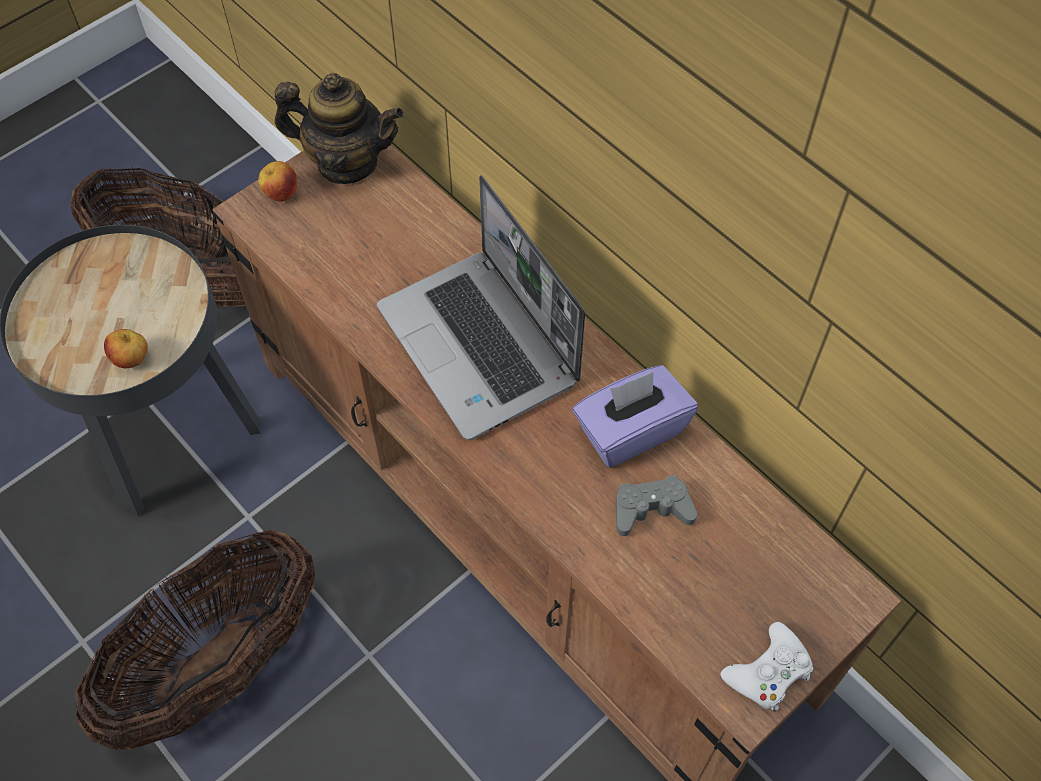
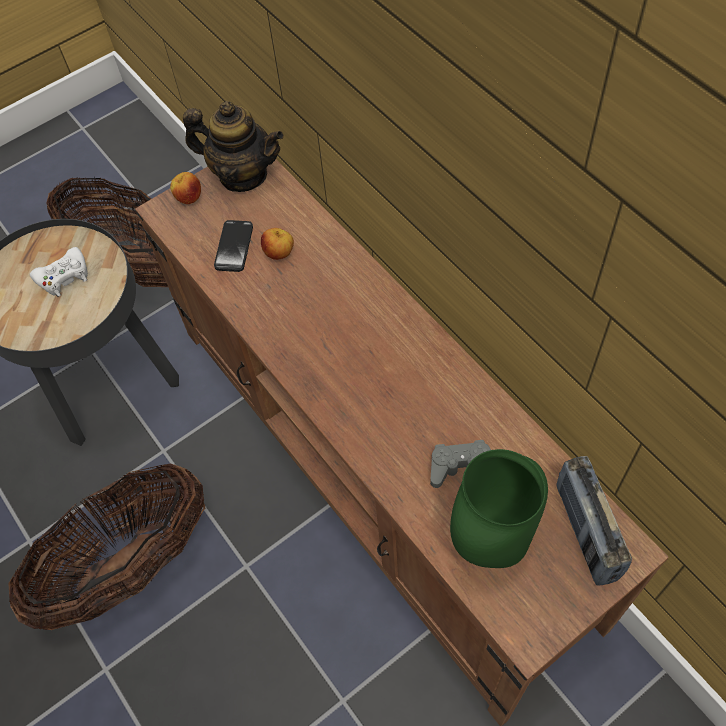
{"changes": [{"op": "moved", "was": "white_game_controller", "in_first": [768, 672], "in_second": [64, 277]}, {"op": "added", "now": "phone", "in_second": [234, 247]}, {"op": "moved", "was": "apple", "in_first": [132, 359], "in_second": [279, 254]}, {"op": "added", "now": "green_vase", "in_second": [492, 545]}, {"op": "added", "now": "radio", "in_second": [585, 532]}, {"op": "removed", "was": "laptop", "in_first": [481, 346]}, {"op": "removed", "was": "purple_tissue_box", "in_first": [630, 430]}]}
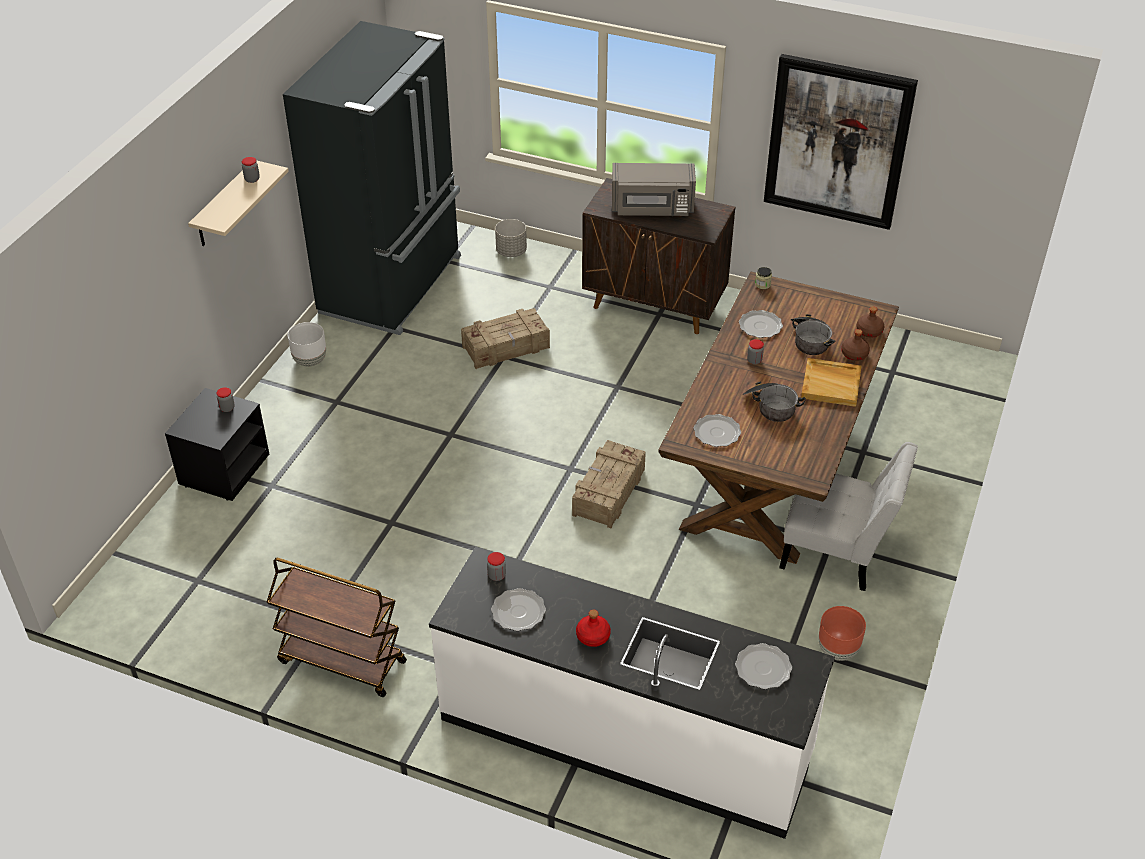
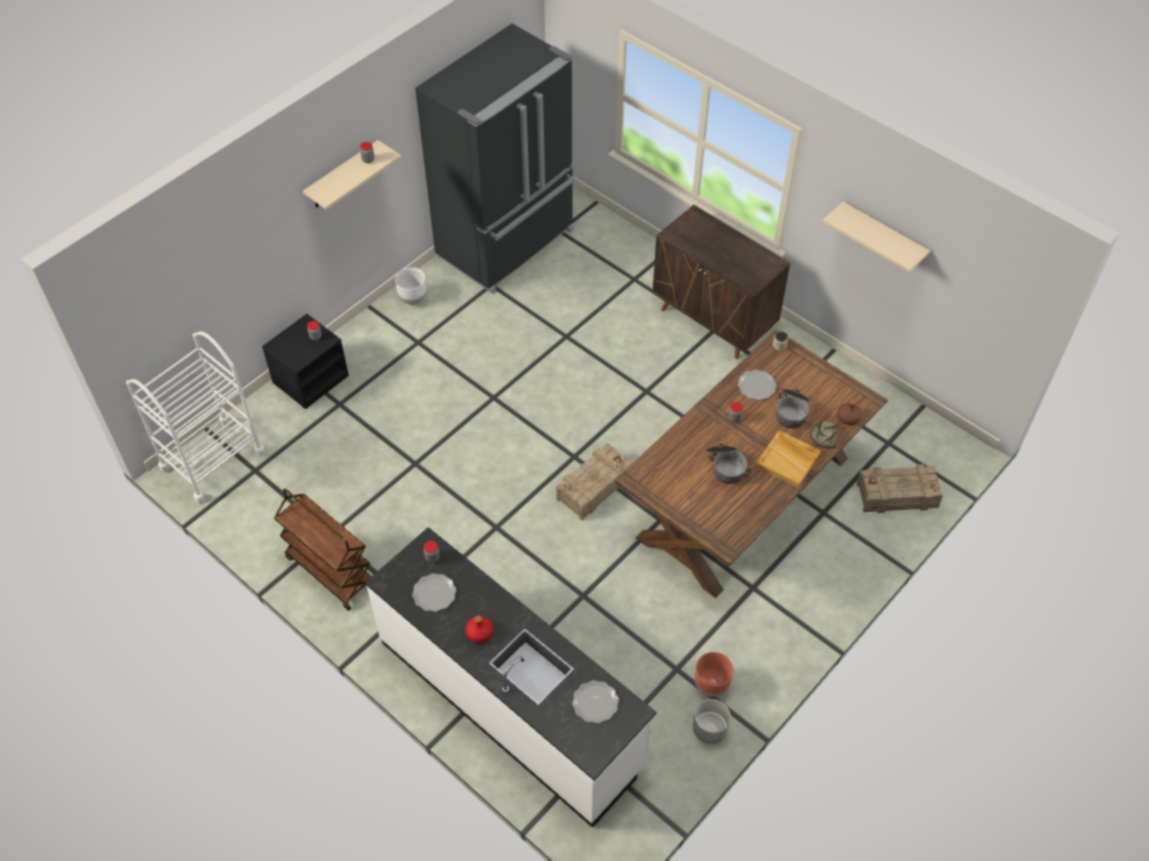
{"changes": [{"op": "added", "now": "white_cart", "in_second": [213, 460]}, {"op": "moved", "was": "grey_planter", "in_first": [511, 252], "in_second": [709, 730]}, {"op": "replaced", "was": "brown_bottle", "now": "bread", "in_first": [854, 354], "in_second": [823, 436]}, {"op": "replaced", "was": "picture", "now": "beige_shelf", "in_first": [837, 142], "in_second": [883, 236]}, {"op": "moved", "was": "crate", "in_first": [506, 347], "in_second": [897, 496]}, {"op": "removed", "was": "grey_microwave", "in_first": [652, 208]}, {"op": "removed", "was": "plate", "in_first": [716, 432]}, {"op": "removed", "was": "white_chair", "in_first": [838, 552]}]}
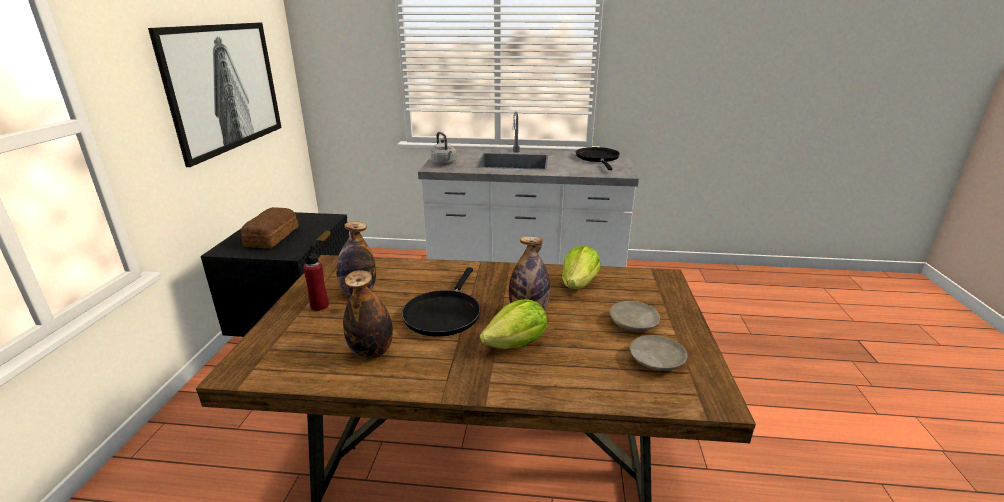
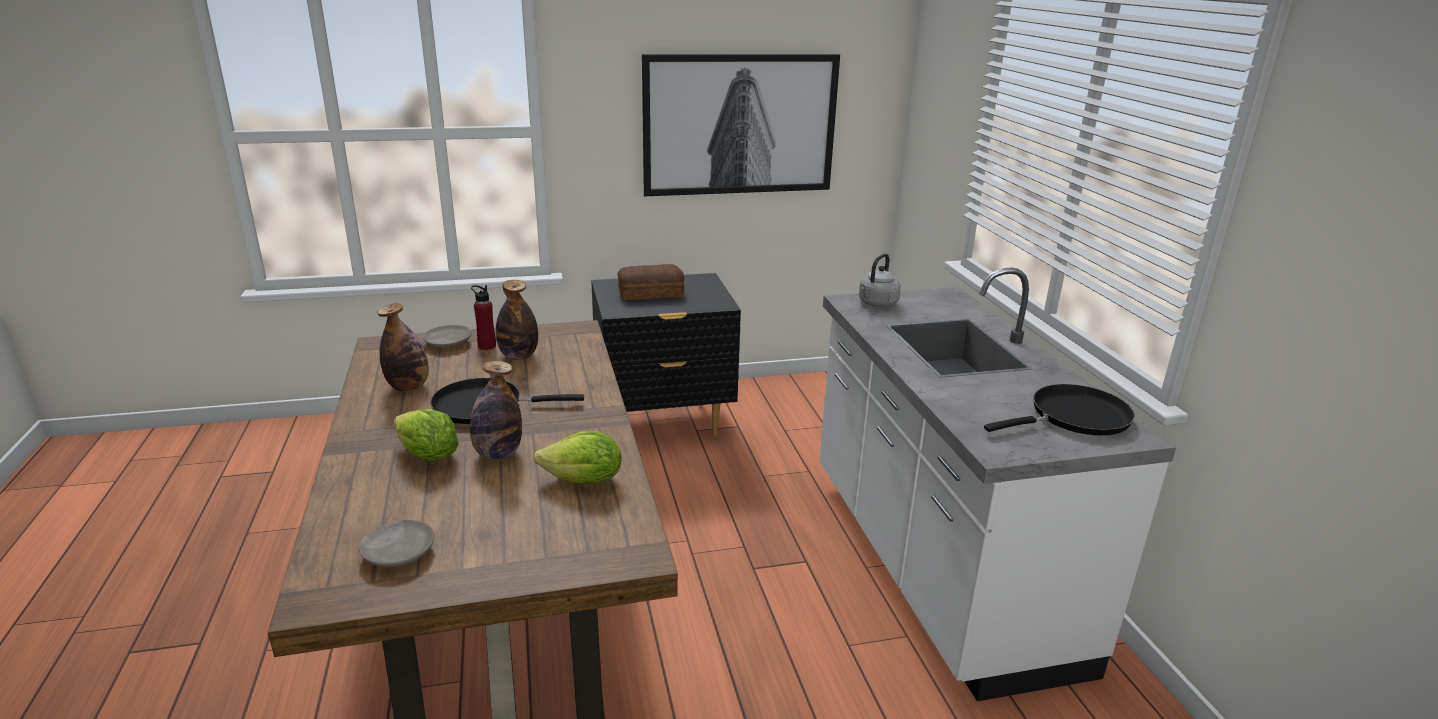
{"changes": [{"op": "moved", "was": "beige_plate", "in_first": [633, 323], "in_second": [448, 343]}]}
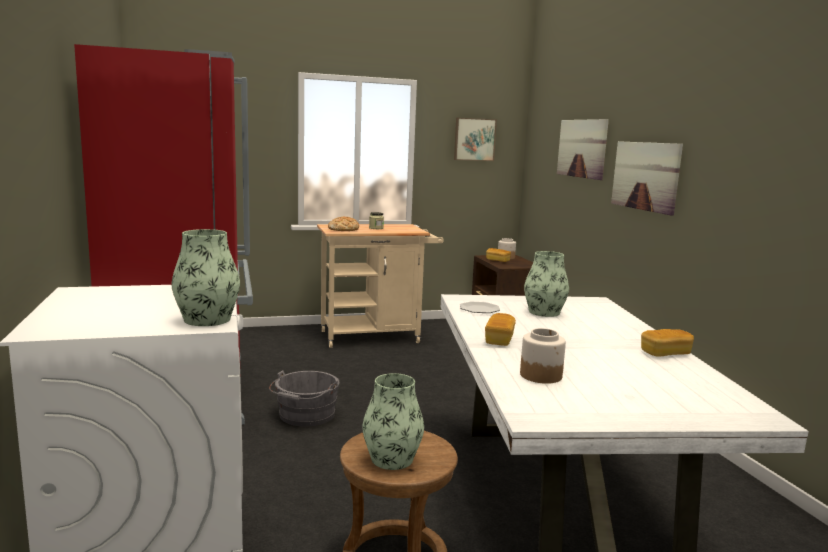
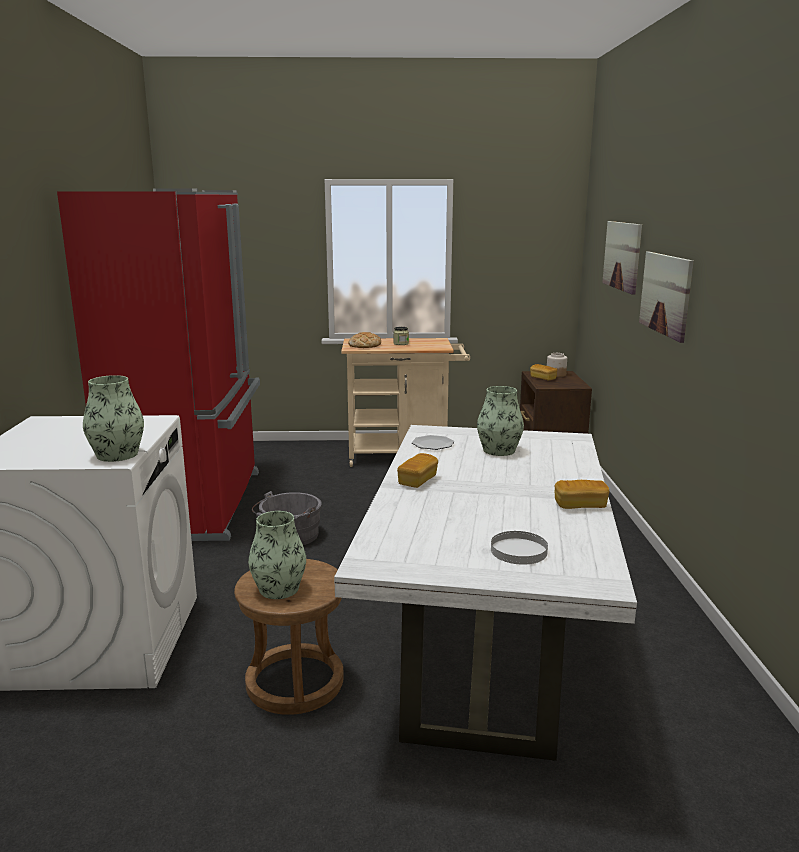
{"changes": [{"op": "added", "now": "white_plate", "in_second": [518, 551]}, {"op": "removed", "was": "picture", "in_first": [474, 139]}, {"op": "removed", "was": "jar", "in_first": [541, 375]}]}
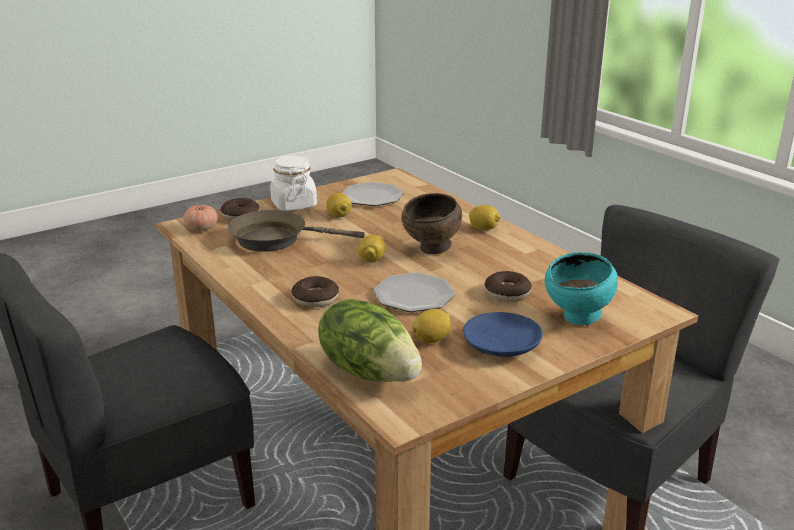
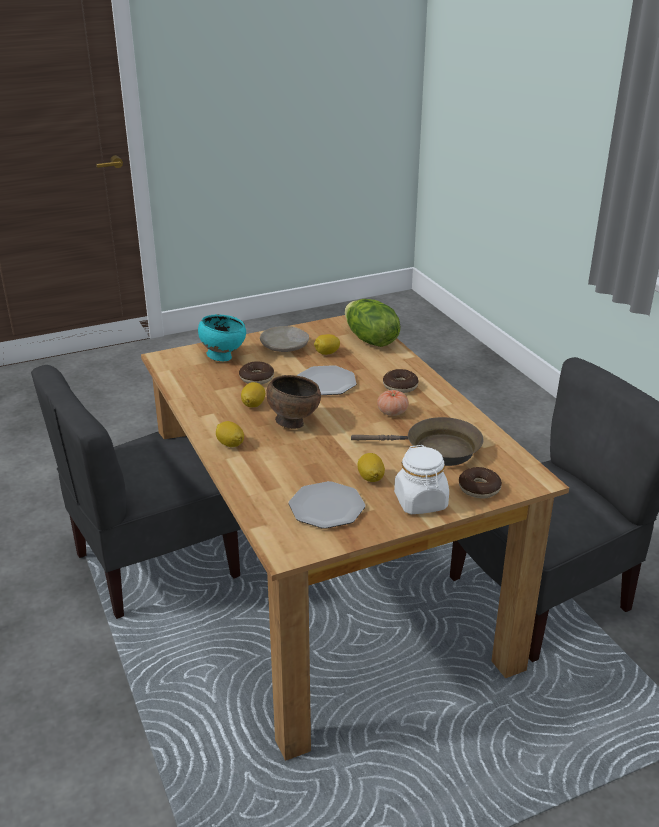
{"changes": [{"op": "moved", "was": "lemon", "in_first": [371, 260], "in_second": [253, 404]}, {"op": "recoloured", "was": "blue_plate", "now": "beige_plate", "in_first": [501, 345], "in_second": [285, 346]}, {"op": "moved", "was": "tomato", "in_first": [201, 228], "in_second": [392, 412]}]}
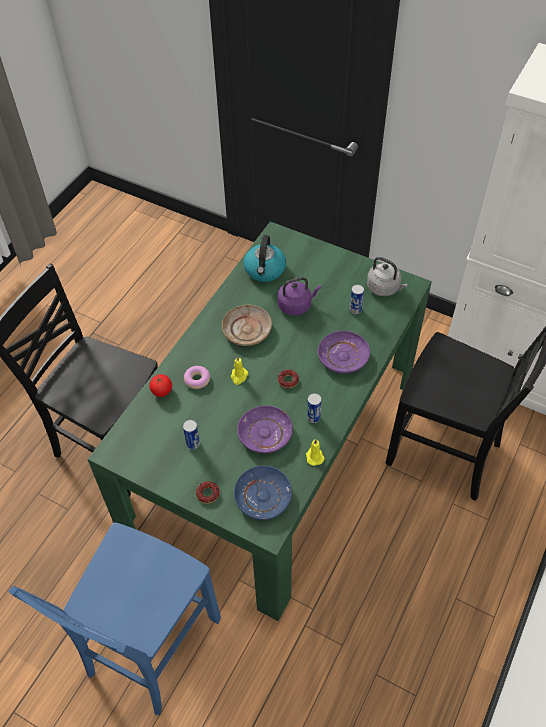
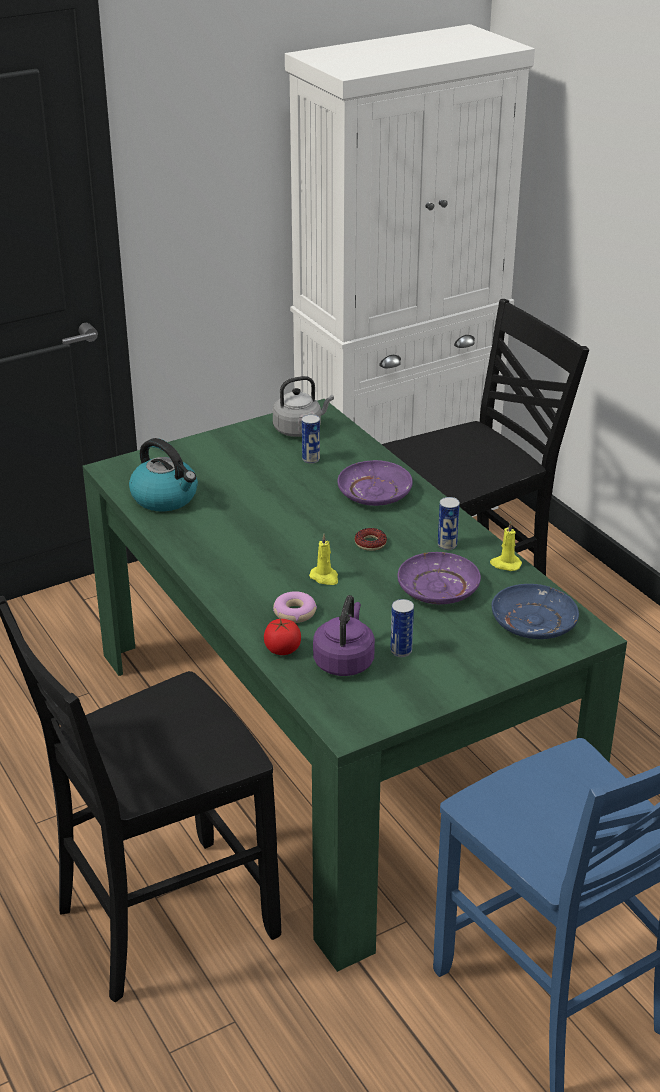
{"changes": [{"op": "moved", "was": "purple_kettle", "in_first": [296, 305], "in_second": [344, 661]}, {"op": "removed", "was": "donut", "in_first": [208, 494]}, {"op": "removed", "was": "beige_plate", "in_first": [247, 330]}]}
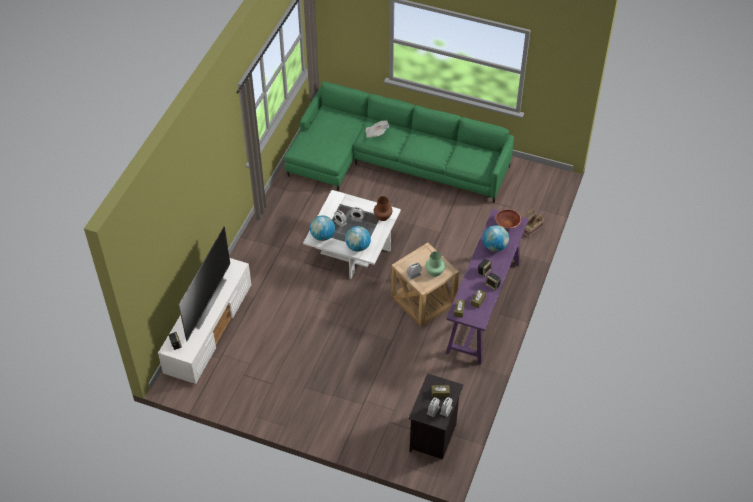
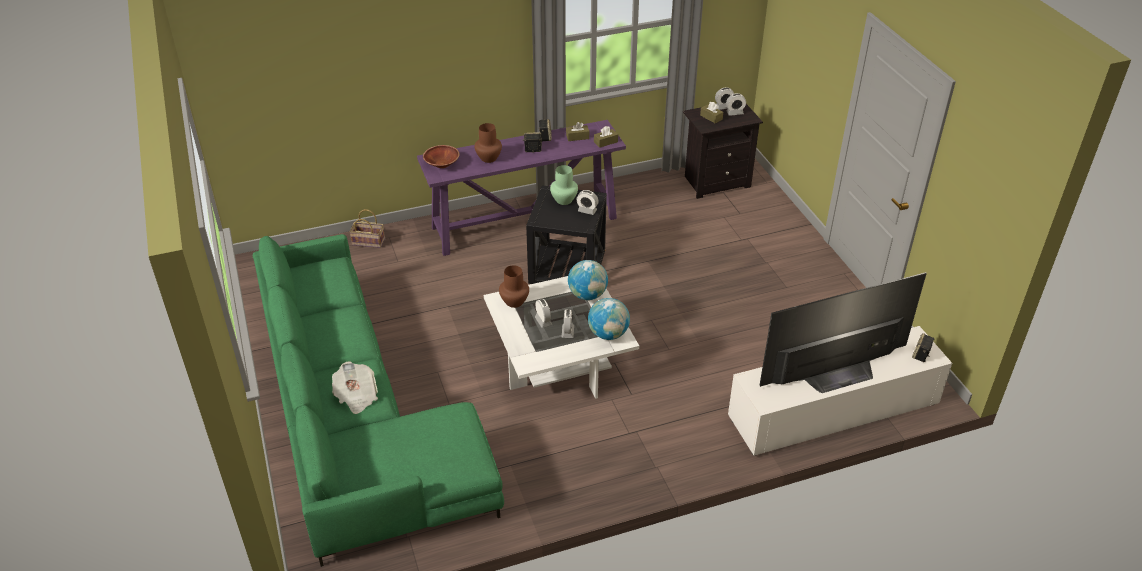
{"changes": [{"op": "replaced", "was": "globe", "now": "brown_vase", "in_first": [494, 246], "in_second": [488, 158]}, {"op": "recoloured", "was": "beige_side_table", "now": "black_side_table", "in_first": [423, 300], "in_second": [567, 267]}]}
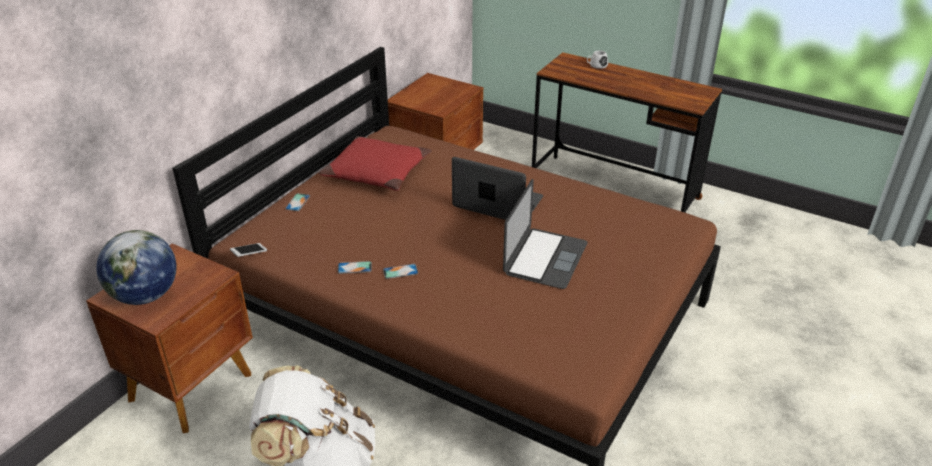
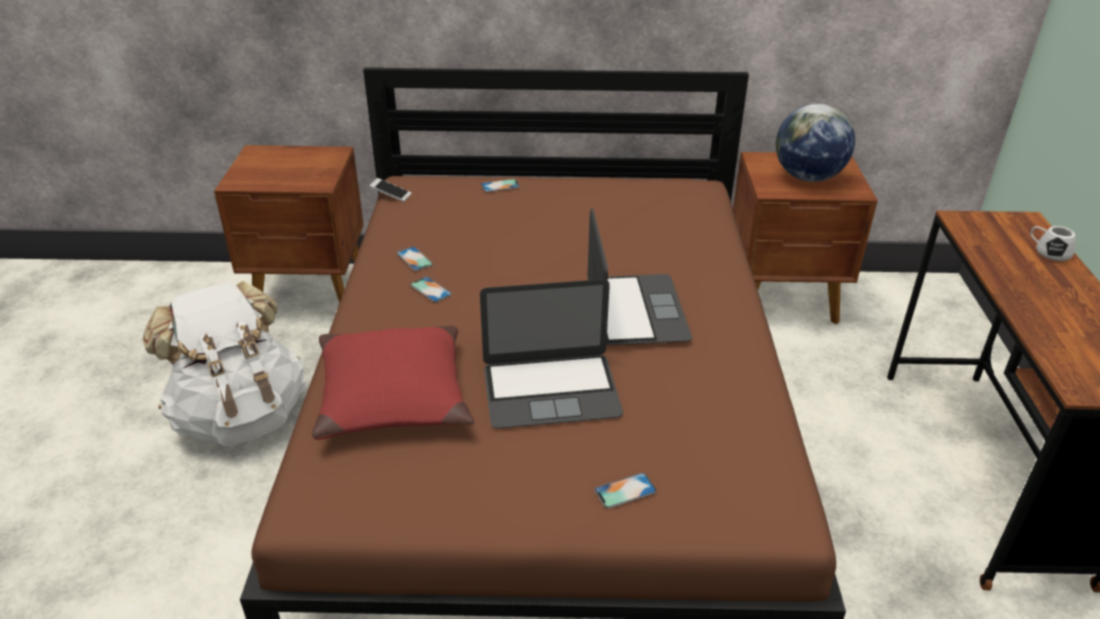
{"changes": [{"op": "moved", "was": "red_pillow", "in_first": [377, 172], "in_second": [394, 395]}, {"op": "added", "now": "phone", "in_second": [625, 491]}, {"op": "moved", "was": "globe", "in_first": [145, 296], "in_second": [807, 177]}]}
